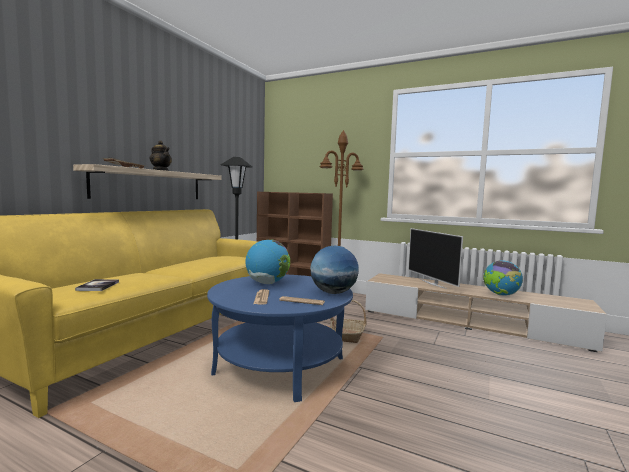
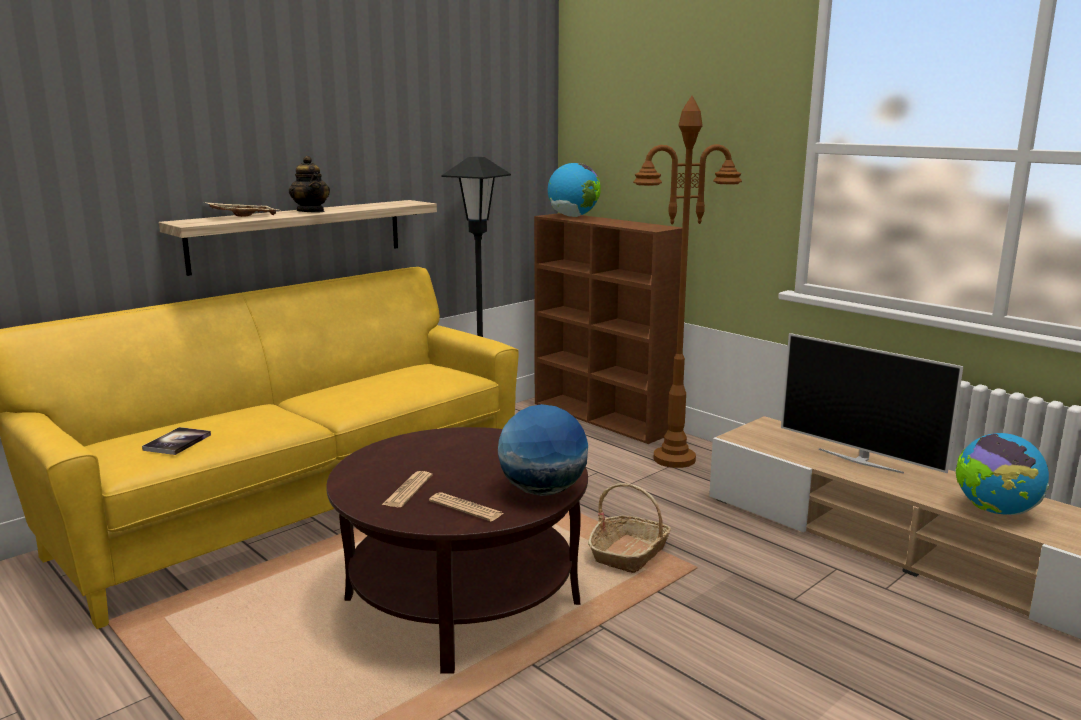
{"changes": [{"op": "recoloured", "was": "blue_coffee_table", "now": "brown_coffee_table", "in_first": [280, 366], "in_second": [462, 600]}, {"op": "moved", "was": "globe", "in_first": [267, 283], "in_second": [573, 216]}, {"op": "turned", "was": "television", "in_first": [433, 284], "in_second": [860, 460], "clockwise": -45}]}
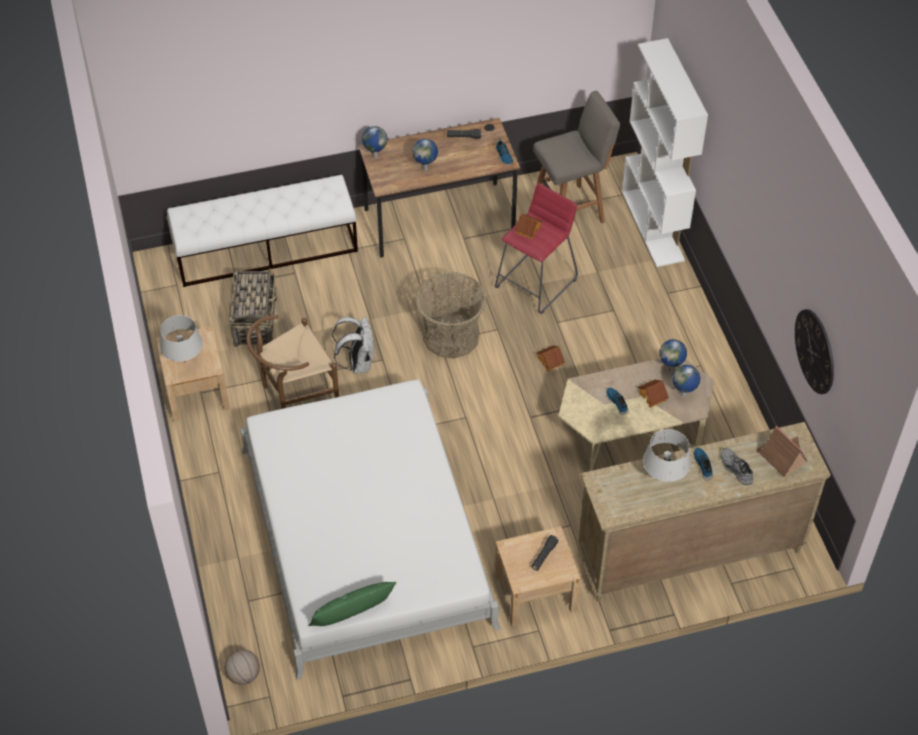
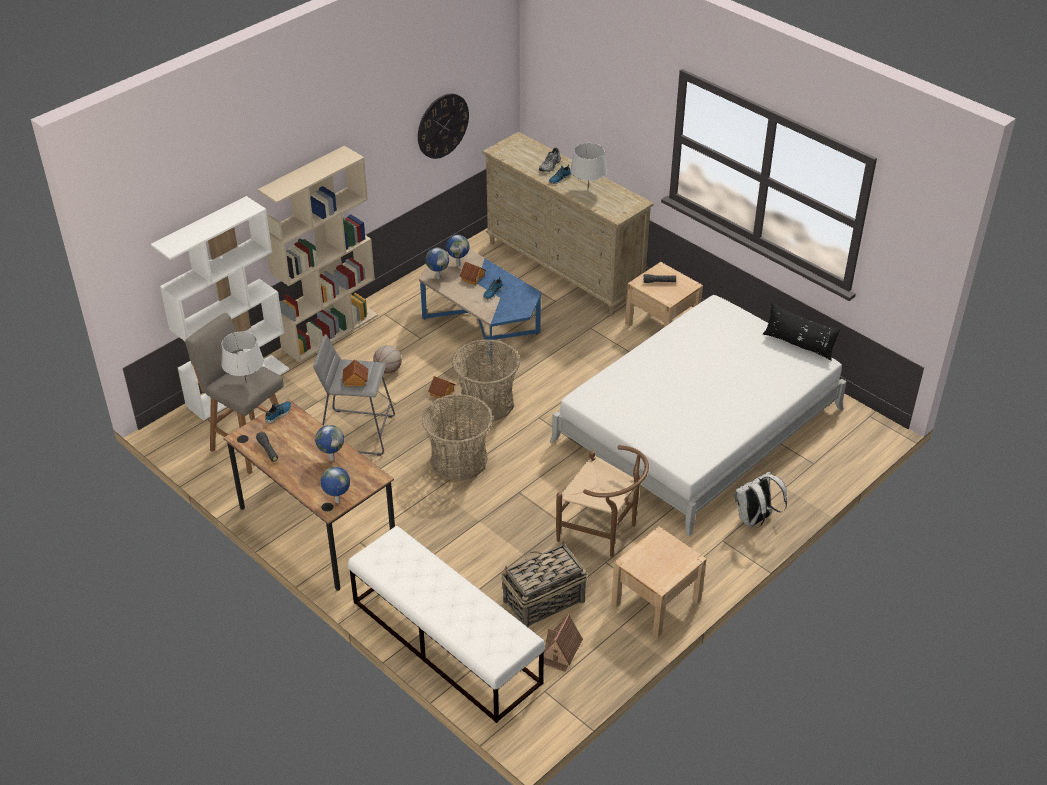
{"changes": [{"op": "moved", "was": "grey_table_lamp", "in_first": [184, 362], "in_second": [246, 382]}, {"op": "added", "now": "beige_bookcase", "in_second": [330, 331]}, {"op": "recoloured", "was": "red_stool", "now": "grey_stool", "in_first": [536, 282], "in_second": [357, 432]}, {"op": "moved", "was": "basketball", "in_first": [243, 675], "in_second": [388, 370]}, {"op": "recoloured", "was": "beige_coffee_table", "now": "blue_coffee_table", "in_first": [631, 433], "in_second": [480, 326]}, {"op": "added", "now": "basket", "in_second": [486, 403]}, {"op": "moved", "was": "toy_house", "in_first": [780, 457], "in_second": [560, 651]}, {"op": "moved", "was": "white_backpack", "in_first": [358, 363], "in_second": [755, 520]}, {"op": "recoloured", "was": "green_pillow", "now": "black_pillow", "in_first": [352, 613], "in_second": [798, 344]}]}
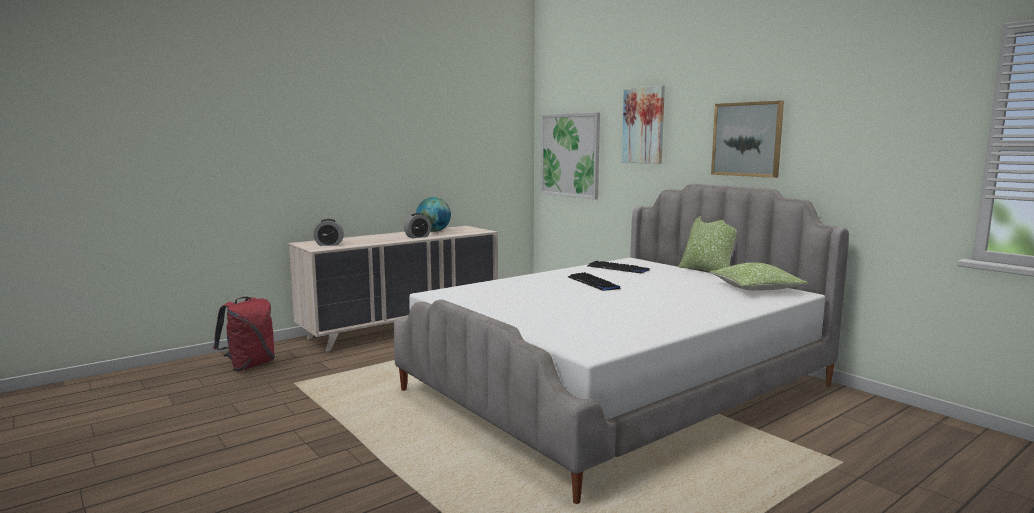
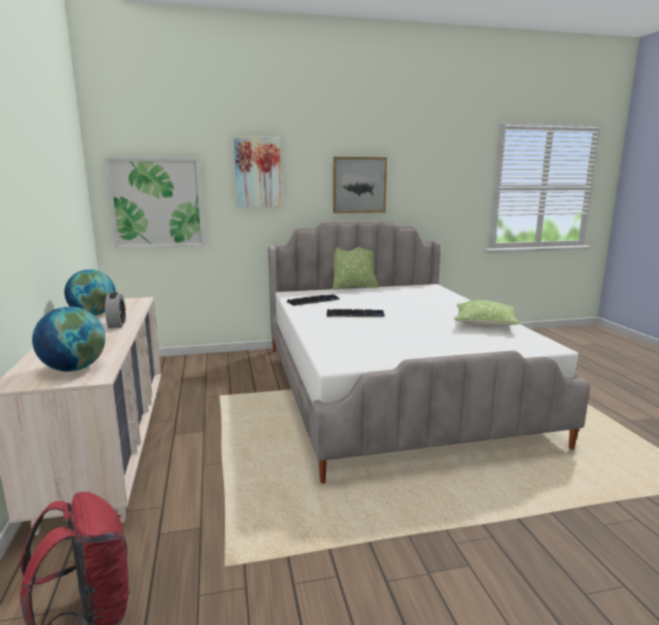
{"changes": [{"op": "replaced", "was": "alarm_clock", "now": "globe", "in_first": [329, 244], "in_second": [74, 369]}, {"op": "moved", "was": "pillow", "in_first": [756, 289], "in_second": [484, 324]}]}
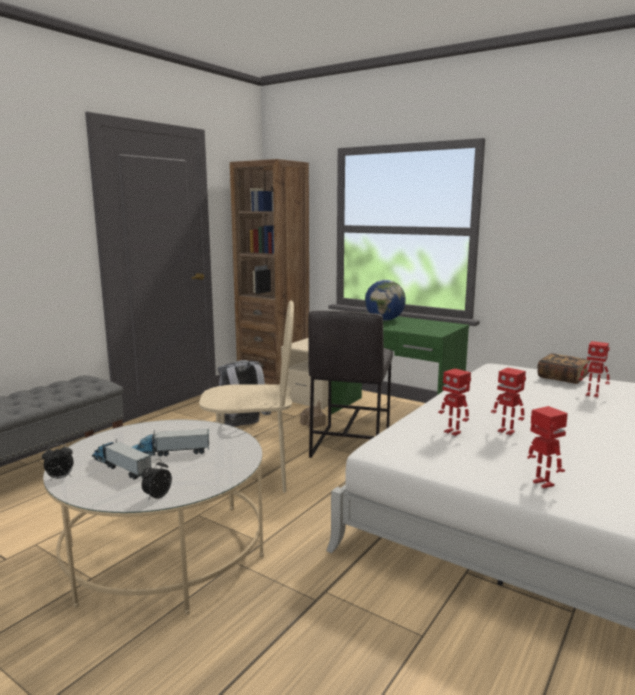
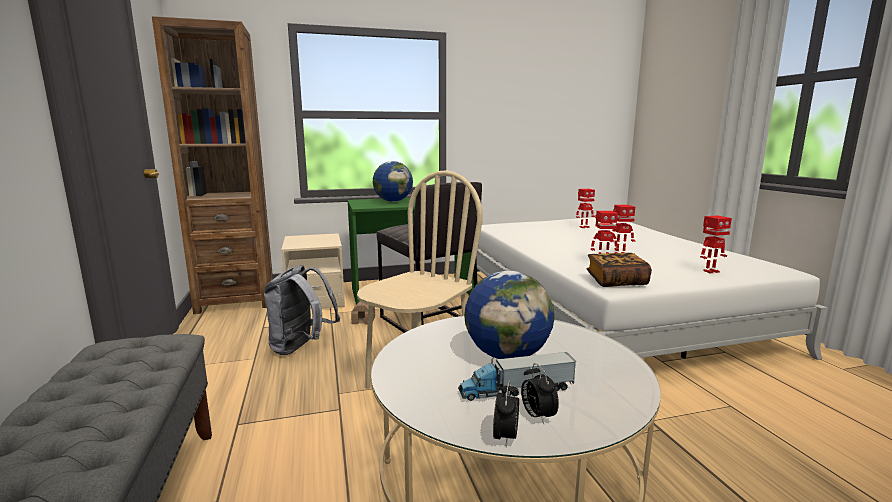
{"changes": [{"op": "replaced", "was": "toy_truck", "now": "globe", "in_first": [170, 453], "in_second": [507, 355]}, {"op": "moved", "was": "alarm_clock", "in_first": [157, 496], "in_second": [537, 416]}, {"op": "moved", "was": "book", "in_first": [562, 378], "in_second": [616, 281]}, {"op": "turned", "was": "toy_robot", "in_first": [542, 484], "in_second": [710, 271], "clockwise": 150}]}
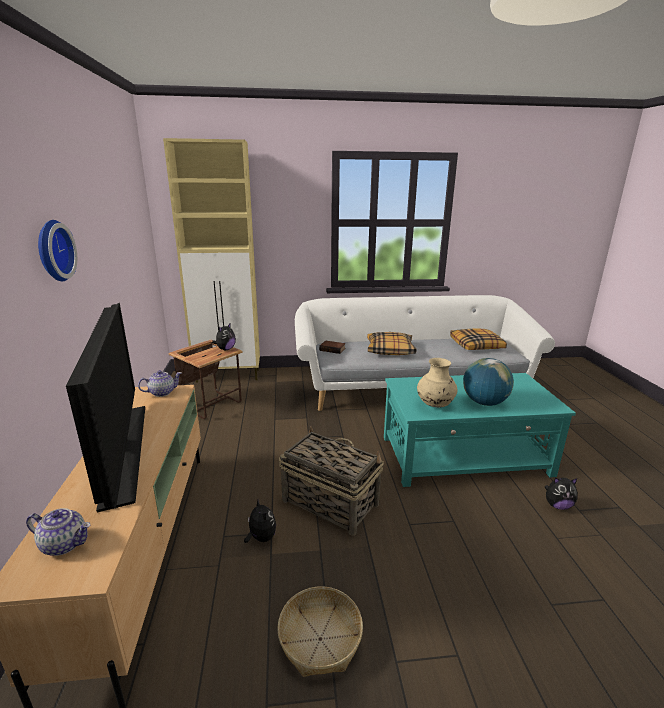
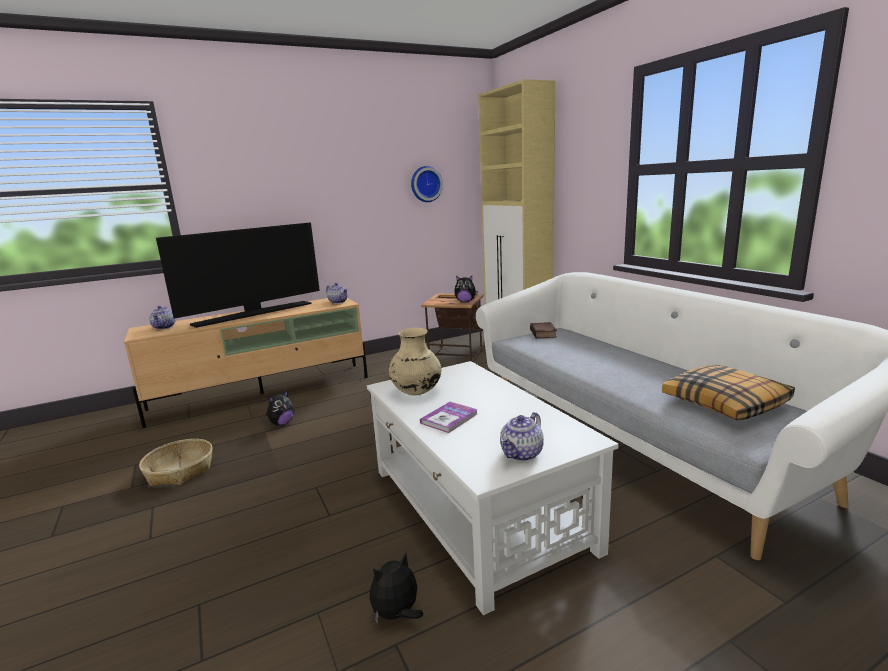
{"changes": [{"op": "recoloured", "was": "turquoise_coffee_table", "now": "white_coffee_table", "in_first": [465, 456], "in_second": [477, 508]}, {"op": "turned", "was": "plush_toy", "in_first": [557, 505], "in_second": [397, 614], "clockwise": 75}, {"op": "moved", "was": "wall_clock", "in_first": [52, 251], "in_second": [425, 184]}, {"op": "replaced", "was": "globe", "now": "book", "in_first": [484, 402], "in_second": [449, 418]}, {"op": "added", "now": "teapot", "in_second": [522, 454]}, {"op": "removed", "was": "basket", "in_first": [329, 502]}, {"op": "removed", "was": "pillow", "in_first": [390, 350]}]}
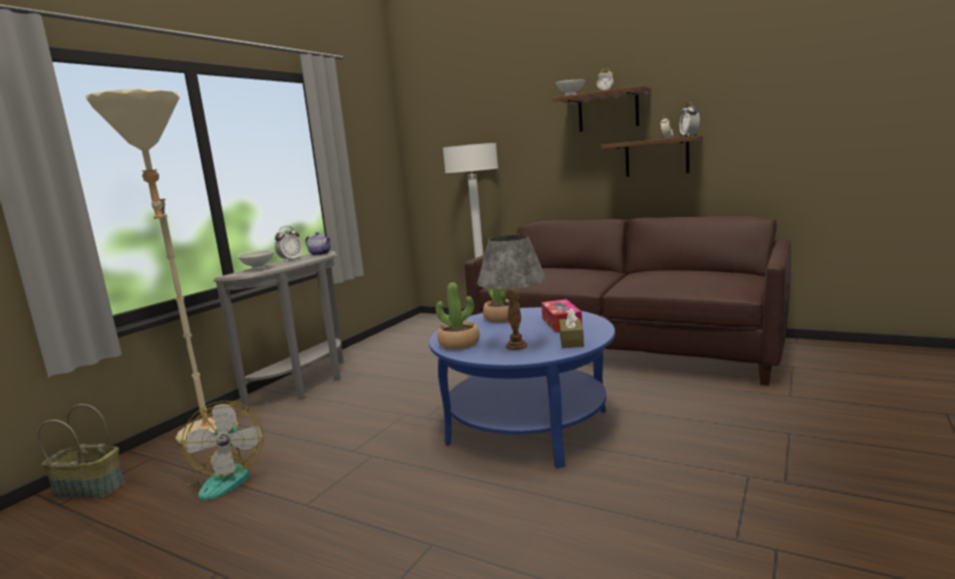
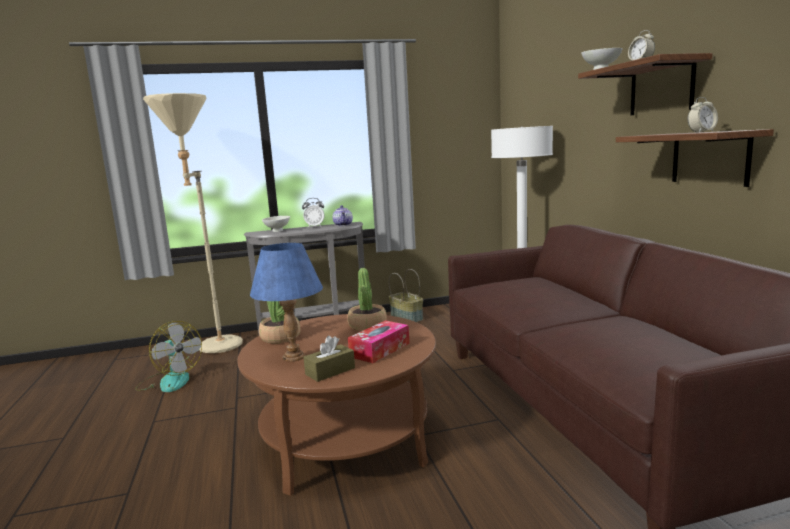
{"changes": [{"op": "turned", "was": "fan", "in_first": [225, 478], "in_second": [170, 381], "clockwise": -75}, {"op": "recoloured", "was": "blue_coffee_table", "now": "brown_coffee_table", "in_first": [528, 426], "in_second": [346, 443]}, {"op": "recoloured", "was": "grey_table_lamp", "now": "blue_table_lamp", "in_first": [517, 346], "in_second": [293, 357]}, {"op": "moved", "was": "basket", "in_first": [90, 488], "in_second": [407, 318]}, {"op": "removed", "was": "alarm_clock", "in_first": [689, 136]}]}
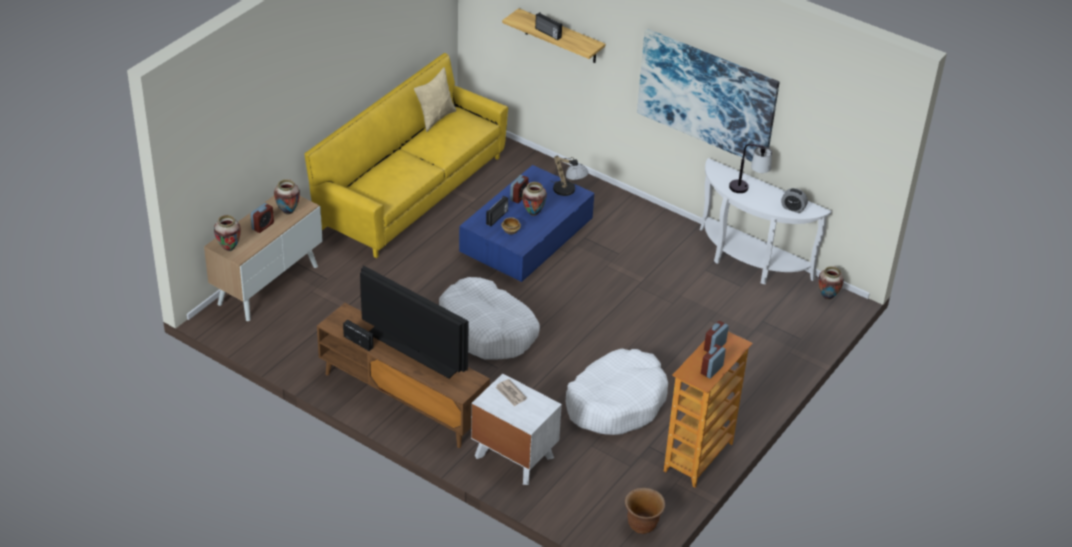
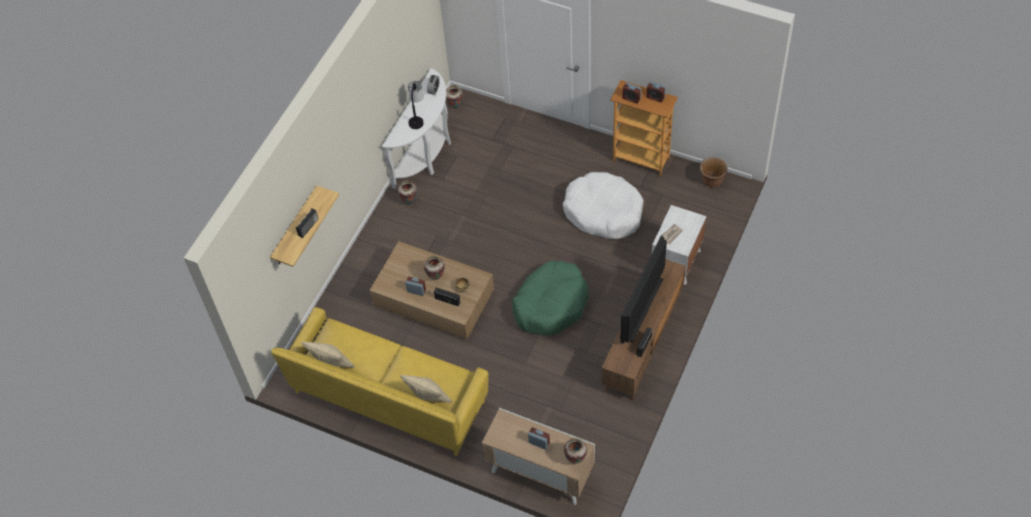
{"changes": [{"op": "recoloured", "was": "blue_coffee_table", "now": "brown_coffee_table", "in_first": [526, 239], "in_second": [433, 299]}, {"op": "moved", "was": "vase", "in_first": [288, 212], "in_second": [409, 201]}, {"op": "added", "now": "beige_pillow", "in_second": [428, 399]}, {"op": "recoloured", "was": "white_dog_bed", "now": "green_dog_bed", "in_first": [487, 330], "in_second": [551, 304]}, {"op": "removed", "was": "table_lamp", "in_first": [568, 192]}, {"op": "removed", "was": "picture", "in_first": [707, 96]}]}
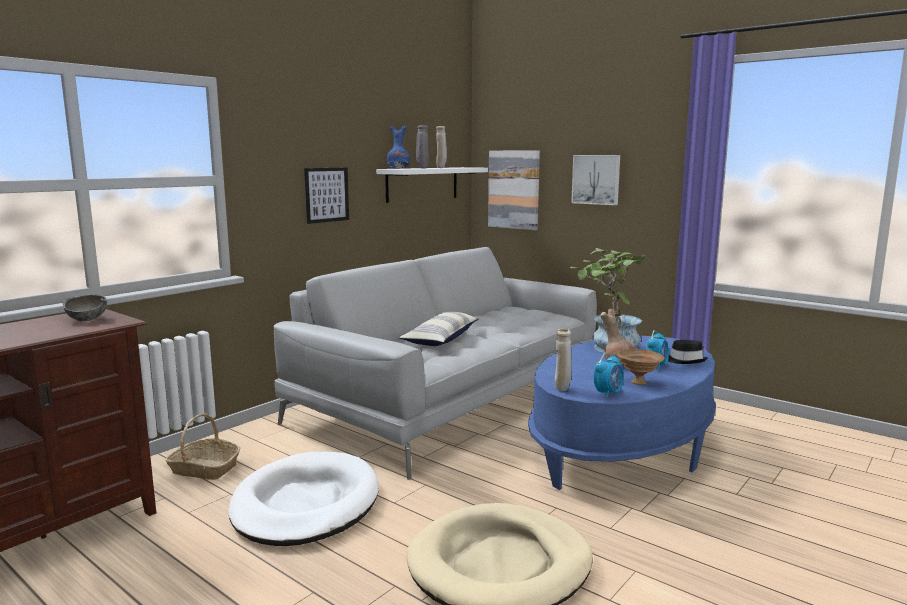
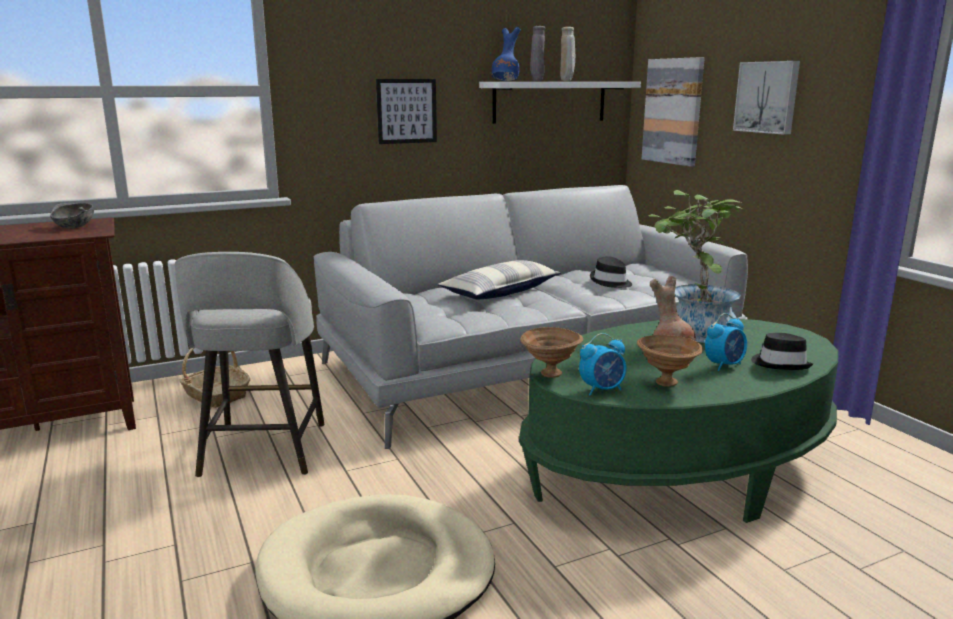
{"changes": [{"op": "replaced", "was": "white_dog_bed", "now": "grey_stool", "in_first": [305, 504], "in_second": [262, 451]}, {"op": "recoloured", "was": "blue_coffee_table", "now": "green_coffee_table", "in_first": [622, 449], "in_second": [677, 469]}, {"op": "replaced", "was": "beige_vase", "now": "brown_bowl", "in_first": [562, 389], "in_second": [550, 374]}, {"op": "added", "now": "black_hat", "in_second": [610, 282]}]}
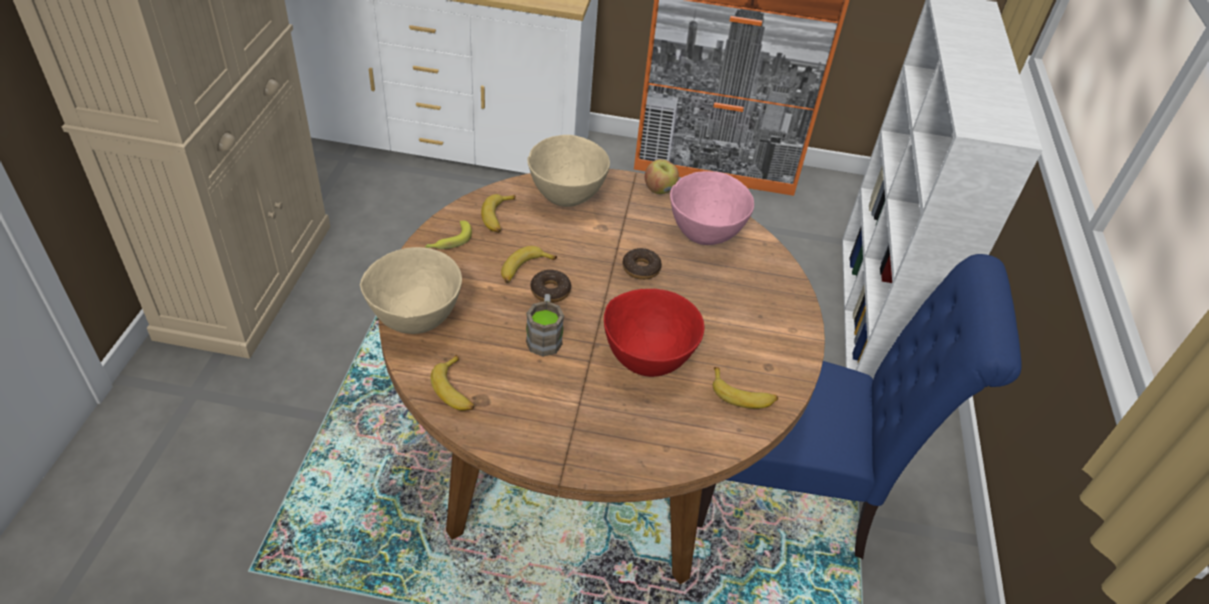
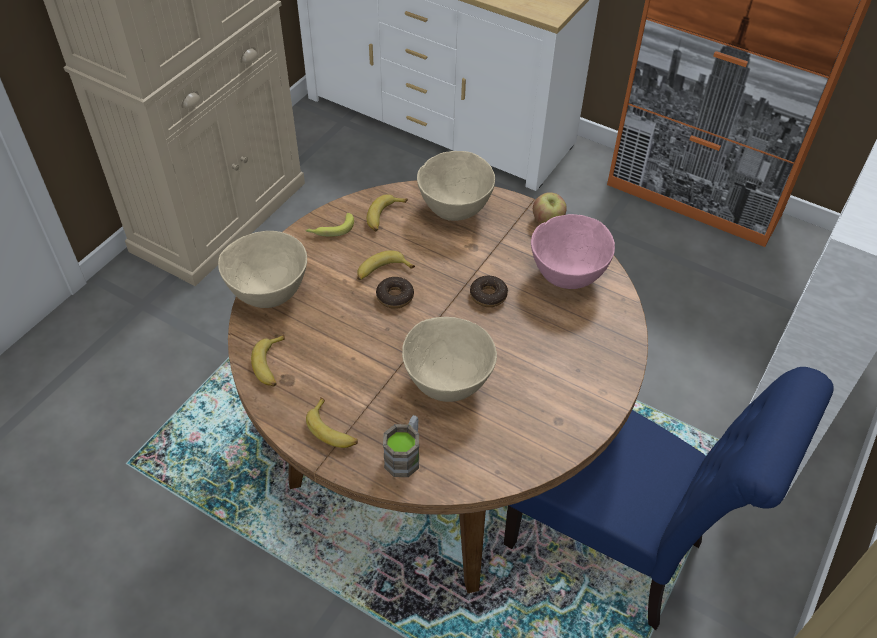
{"changes": [{"op": "moved", "was": "banana", "in_first": [742, 394], "in_second": [333, 430]}, {"op": "moved", "was": "brown_mug", "in_first": [544, 336], "in_second": [405, 455]}, {"op": "recoloured", "was": "red_bowl", "now": "beige_bowl", "in_first": [647, 362], "in_second": [447, 385]}]}
